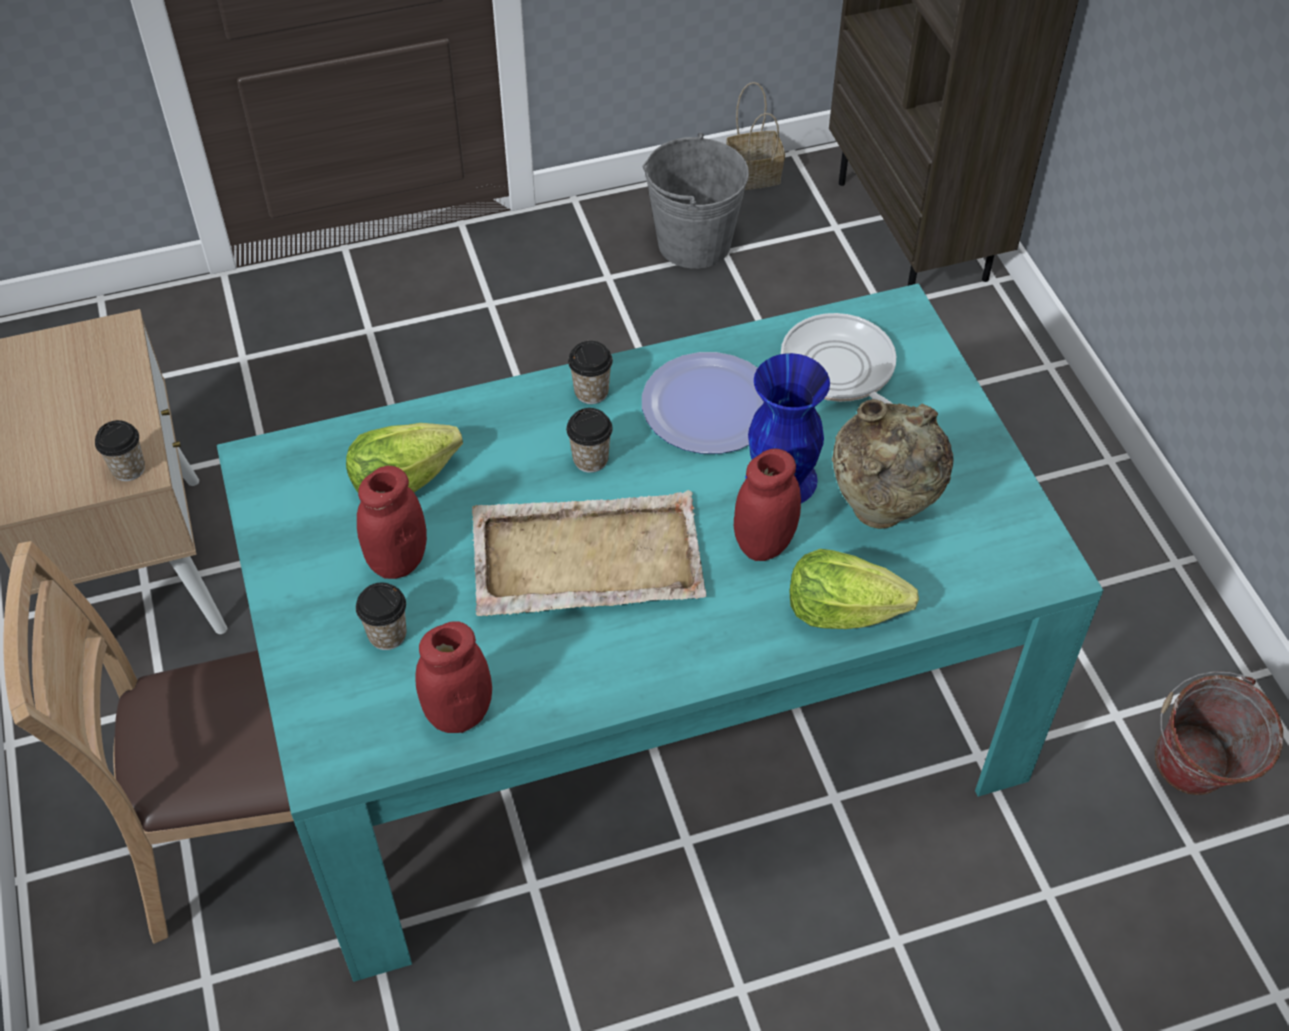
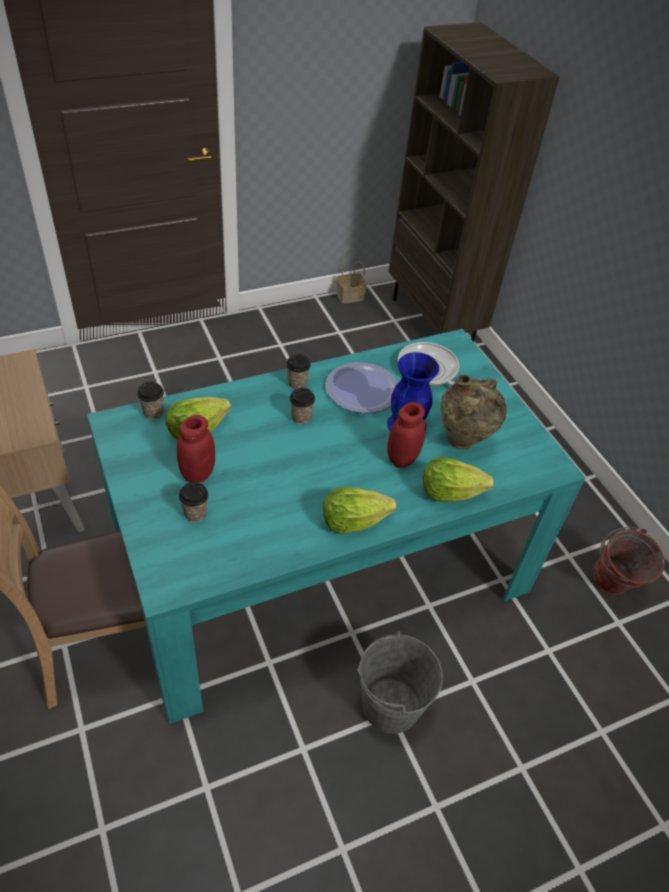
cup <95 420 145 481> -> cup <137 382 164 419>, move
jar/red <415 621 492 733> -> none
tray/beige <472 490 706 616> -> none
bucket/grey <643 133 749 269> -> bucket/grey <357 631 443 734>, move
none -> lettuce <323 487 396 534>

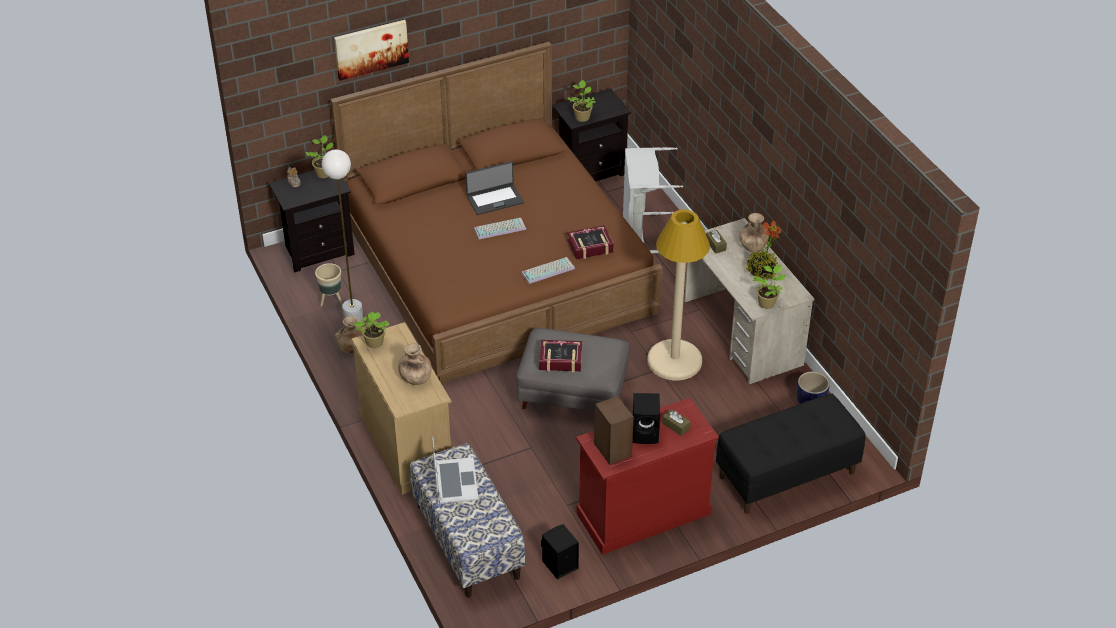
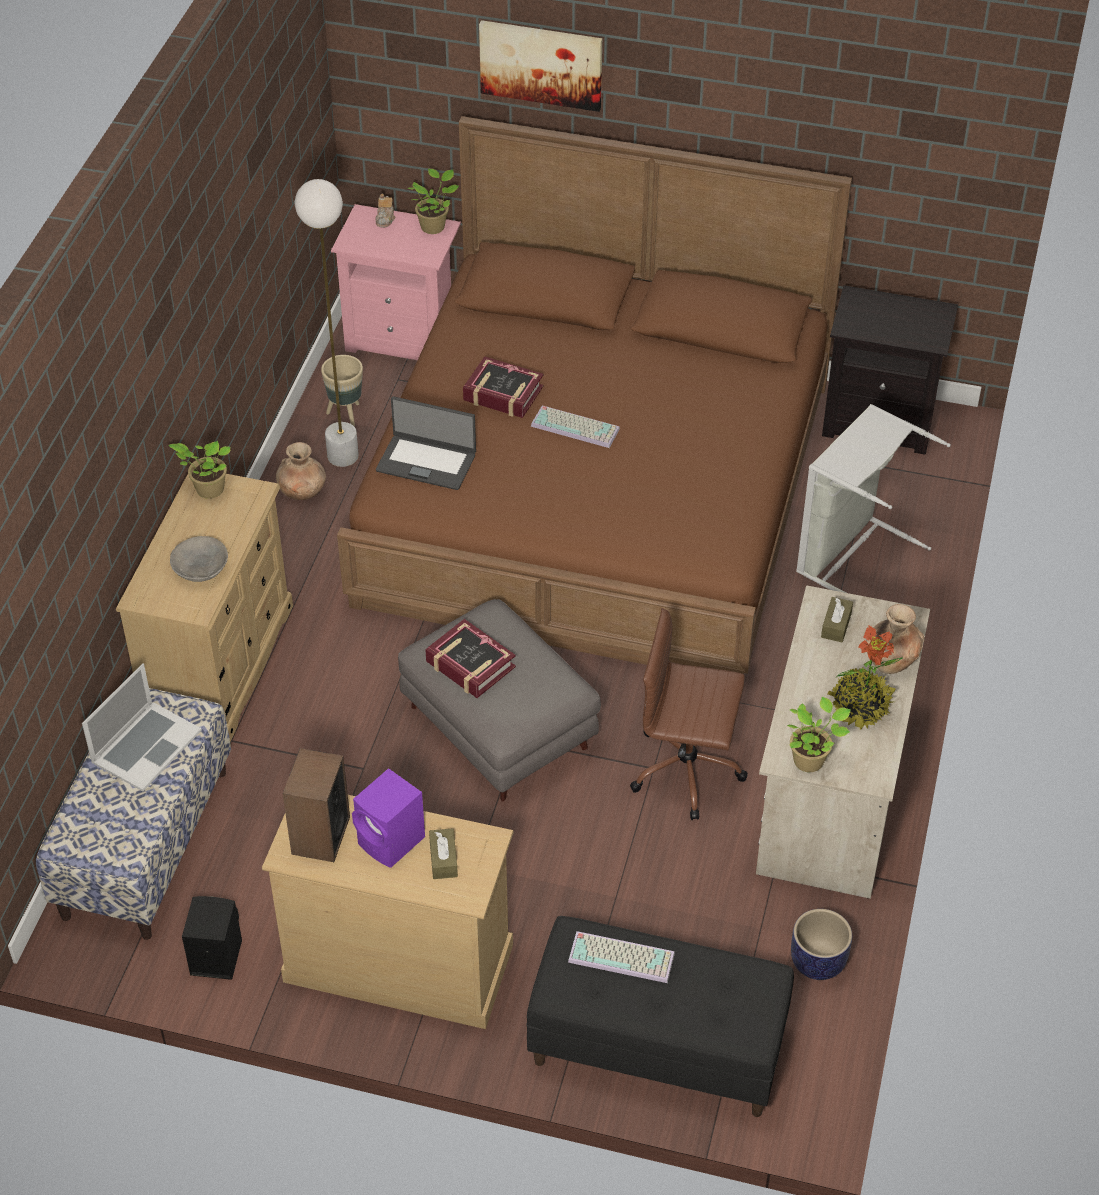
nightstand/black <269 170 355 273> -> nightstand/pink <331 204 461 360>
vase/brown <398 343 432 385> -> bowl/grey <170 536 228 582>
laptop <466 161 524 215> -> laptop <376 396 476 490>, move
keyboard <521 257 575 284> -> keyboard <568 931 675 983>, move
book <567 225 614 259> -> book <463 356 543 418>, move
potted plant <568 80 596 122> -> none
dresser/red <576 398 719 555> -> dresser/beige <262 795 514 1029>
speaker/black <633 393 660 444> -> speaker/purple <352 768 425 868>
floor lamp/beige <647 209 710 380> -> office chair/brown <630 608 748 820>

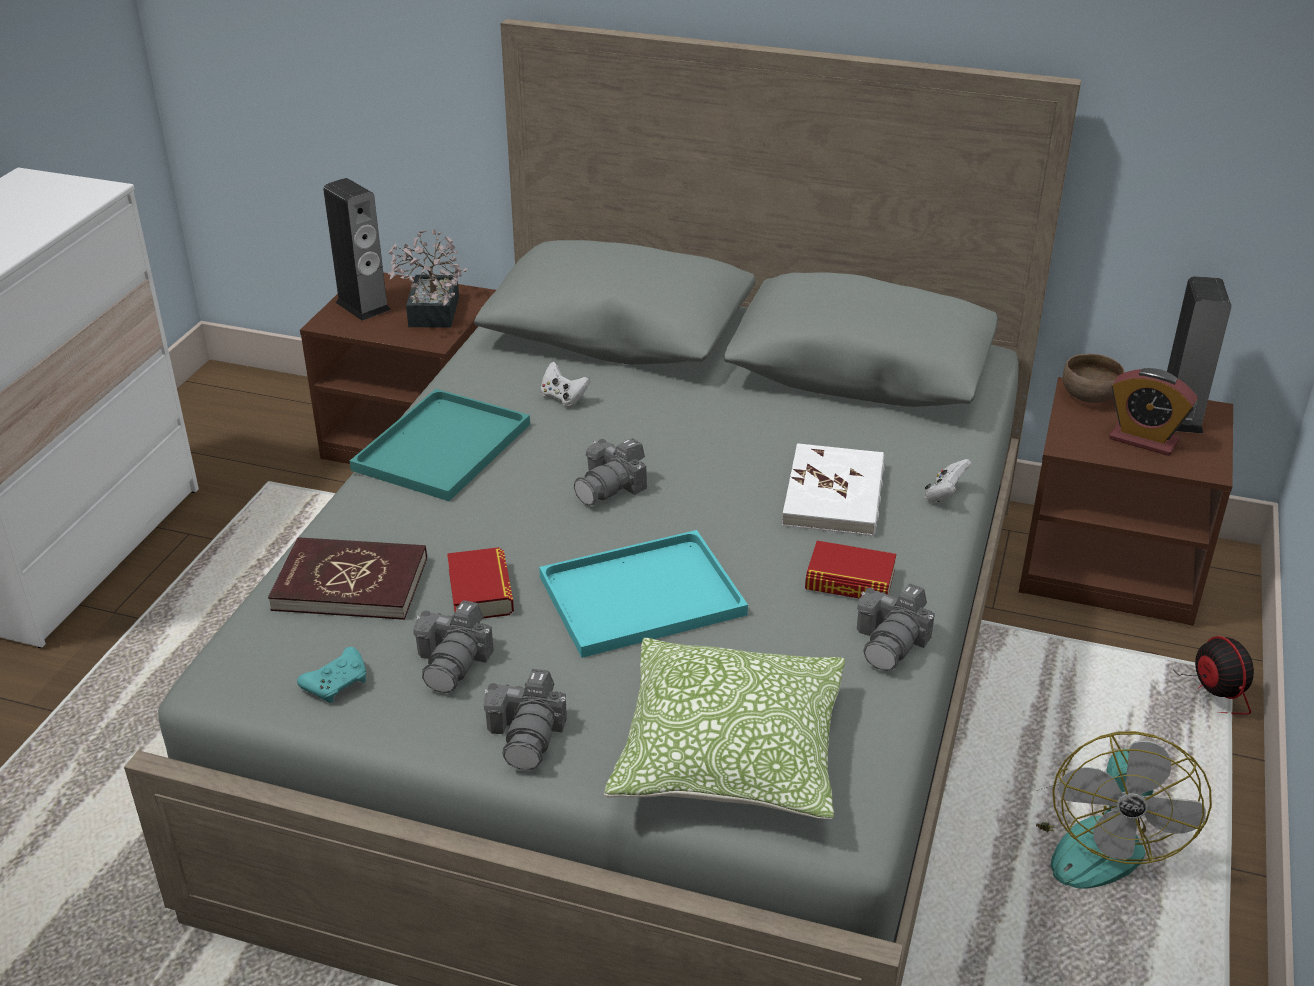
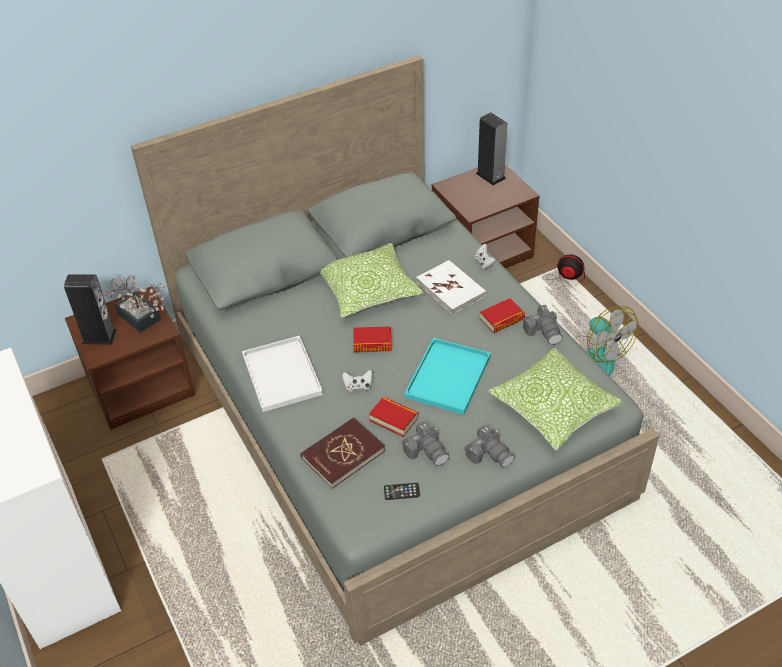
game controller/turquoise <297 647 366 703> -> phone <384 483 420 500>
tray/turquoise <350 389 530 501> -> tray/white <242 335 323 412>
game controller/white <541 362 590 407> -> game controller/white <342 370 372 392>, move
photo camera <574 438 647 506> -> book <353 326 392 352>
bowl/brown <1063 354 1125 403> -> none
alarm clock <1109 368 1198 456> -> none
none -> pillow <320 243 423 318>

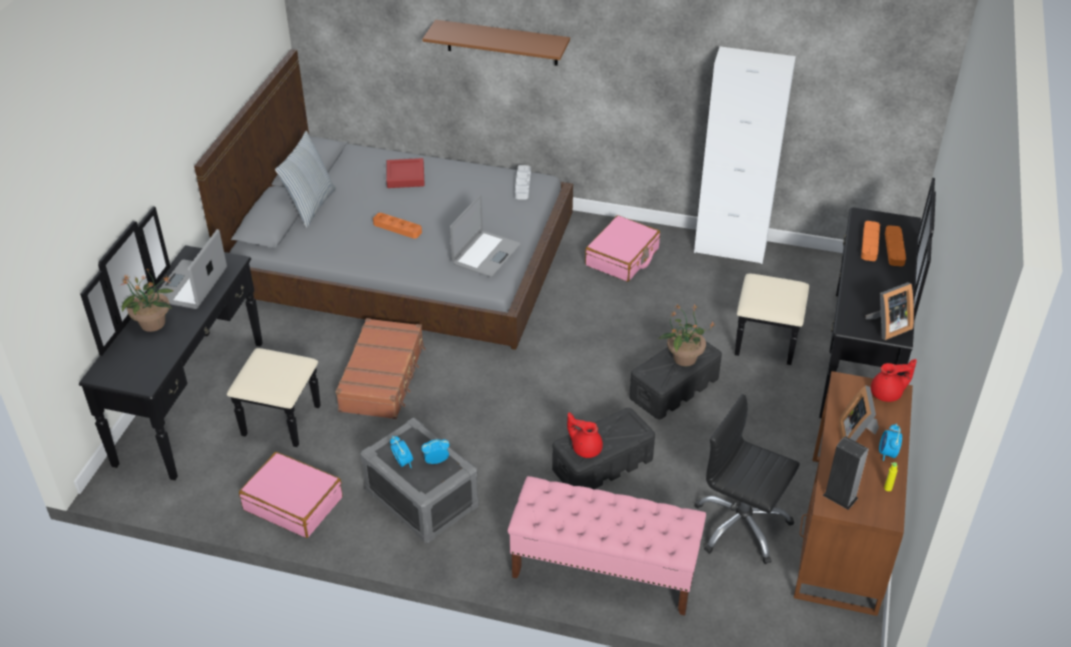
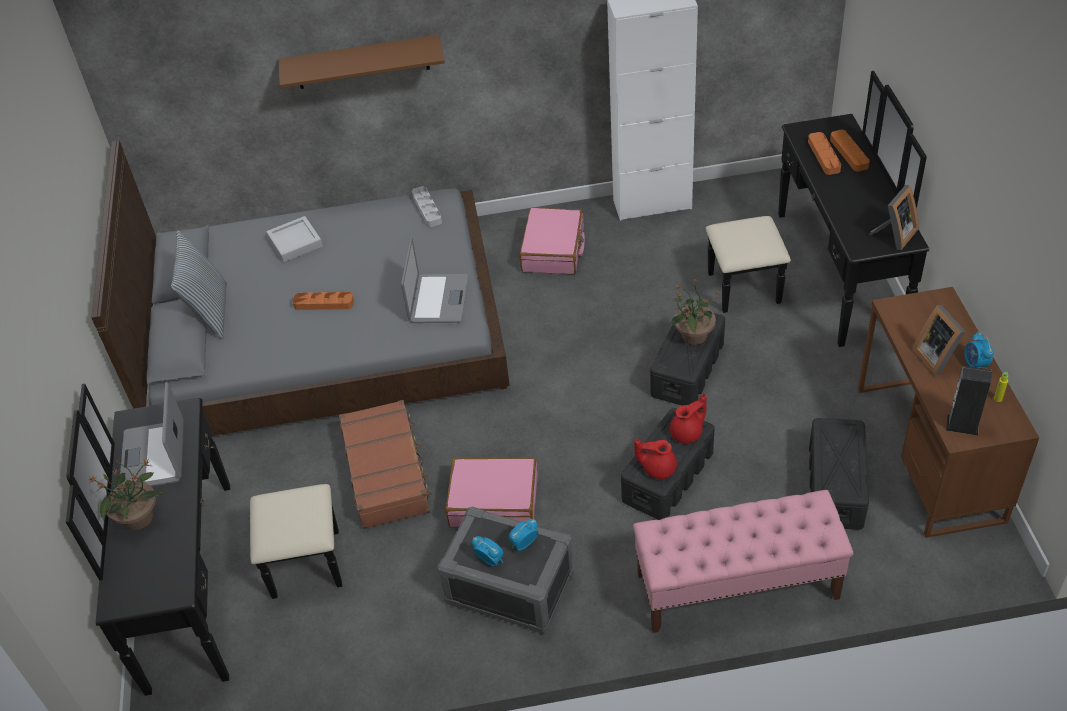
suitcase/pink <239 452 342 538> -> suitcase/pink <446 458 538 528>, move
tray/red <387 158 425 188> -> tray/grey <266 216 323 262>
office chair/black <694 394 800 564> -> storage box/black <809 418 869 530>
teapot/red <871 359 917 402> -> teapot/red <670 393 707 443>, move

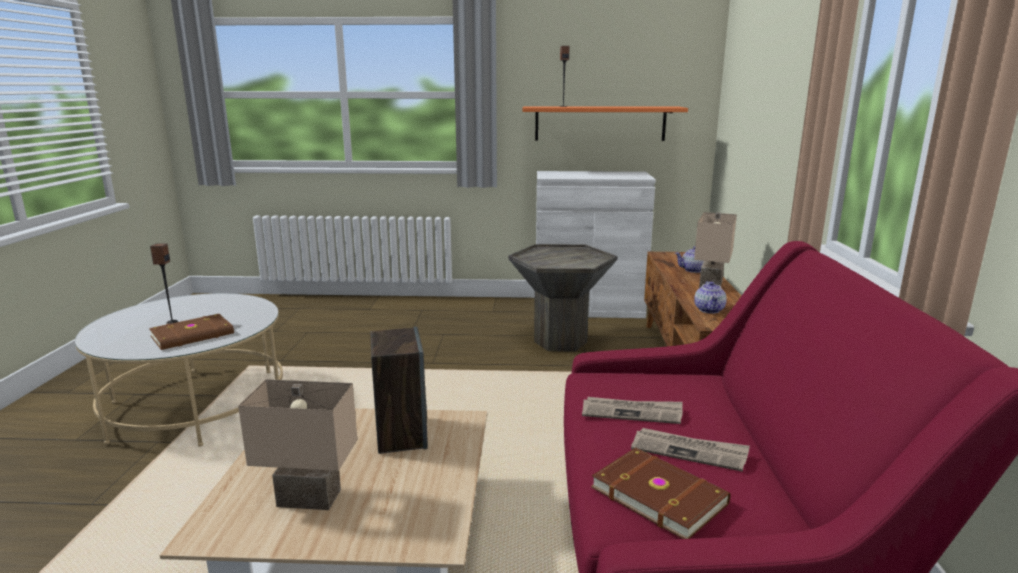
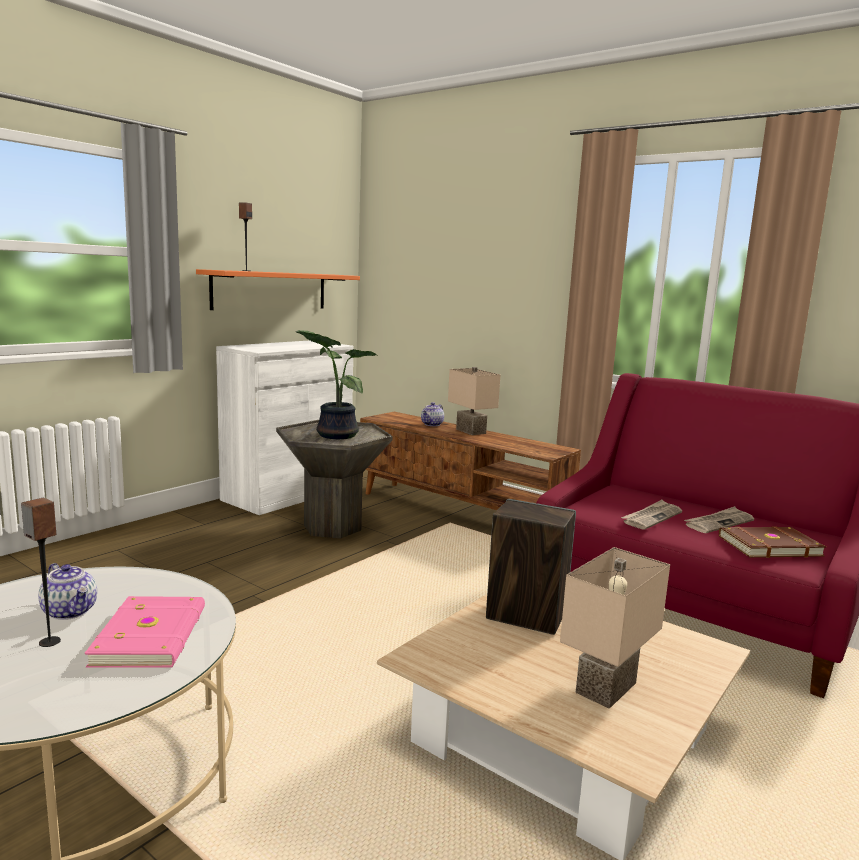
book/brown <149 314 234 350> -> book/pink <85 596 205 668>
teapot <694 281 727 313> -> teapot <38 563 97 620>, move
none -> potted plant <296 330 376 439>

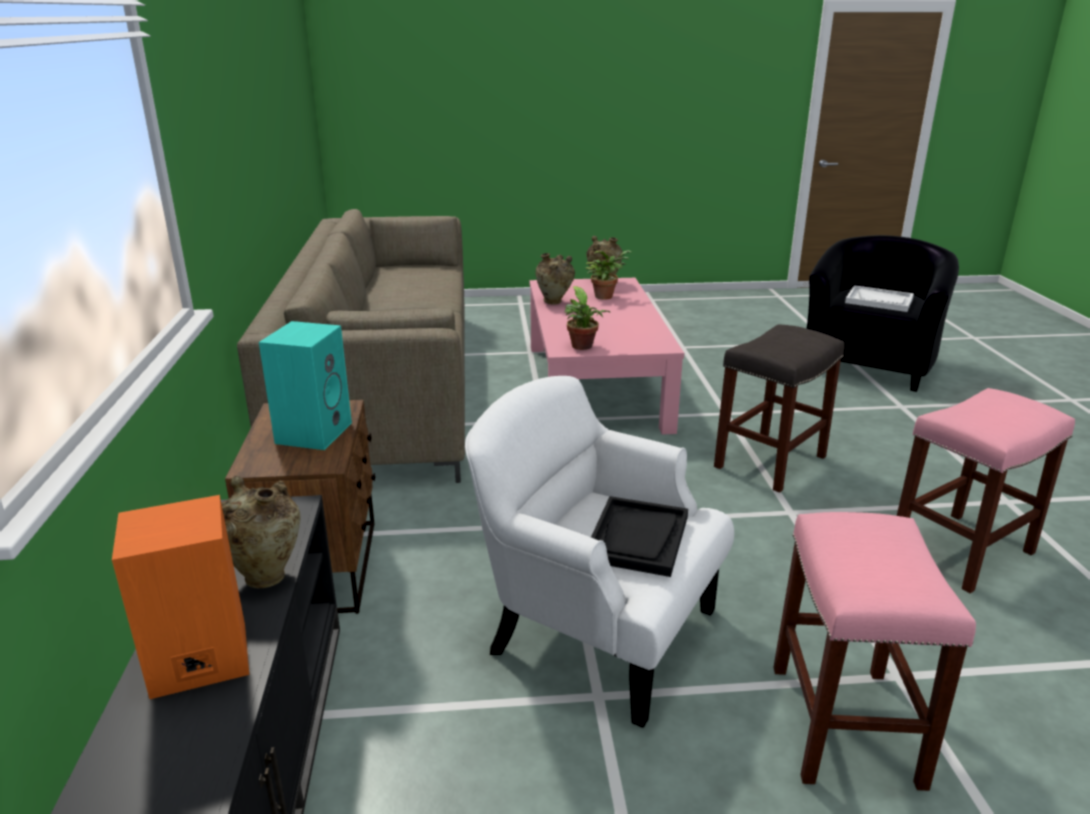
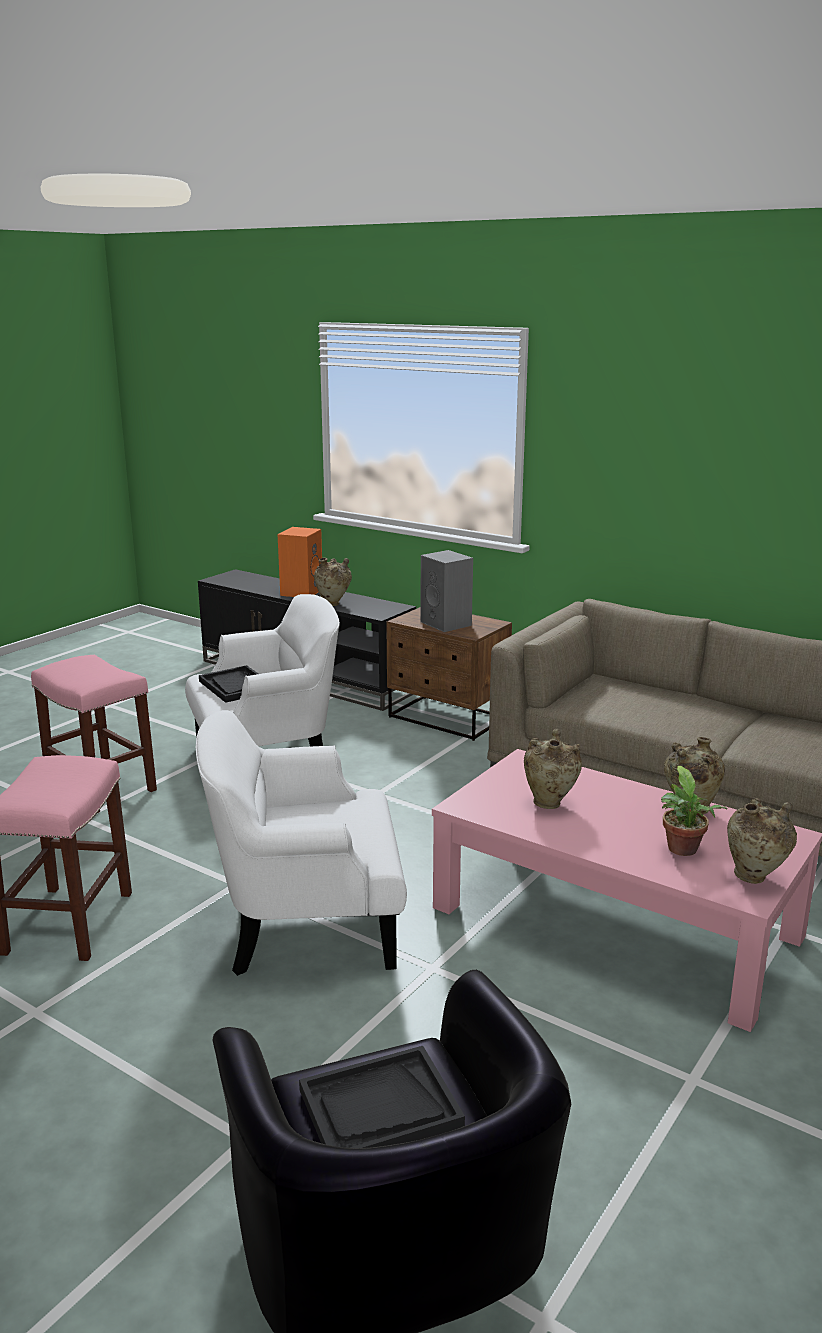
speaker/turquoise <259 321 352 450> -> speaker/grey <420 550 473 632>
potted plant <564 286 611 350> -> none
stool/grey <714 324 845 493> -> armchair/white <196 710 407 976>
tray/white <845 285 914 312> -> tray/black <299 1046 465 1148>
none -> vase/beige <524 729 582 809>

